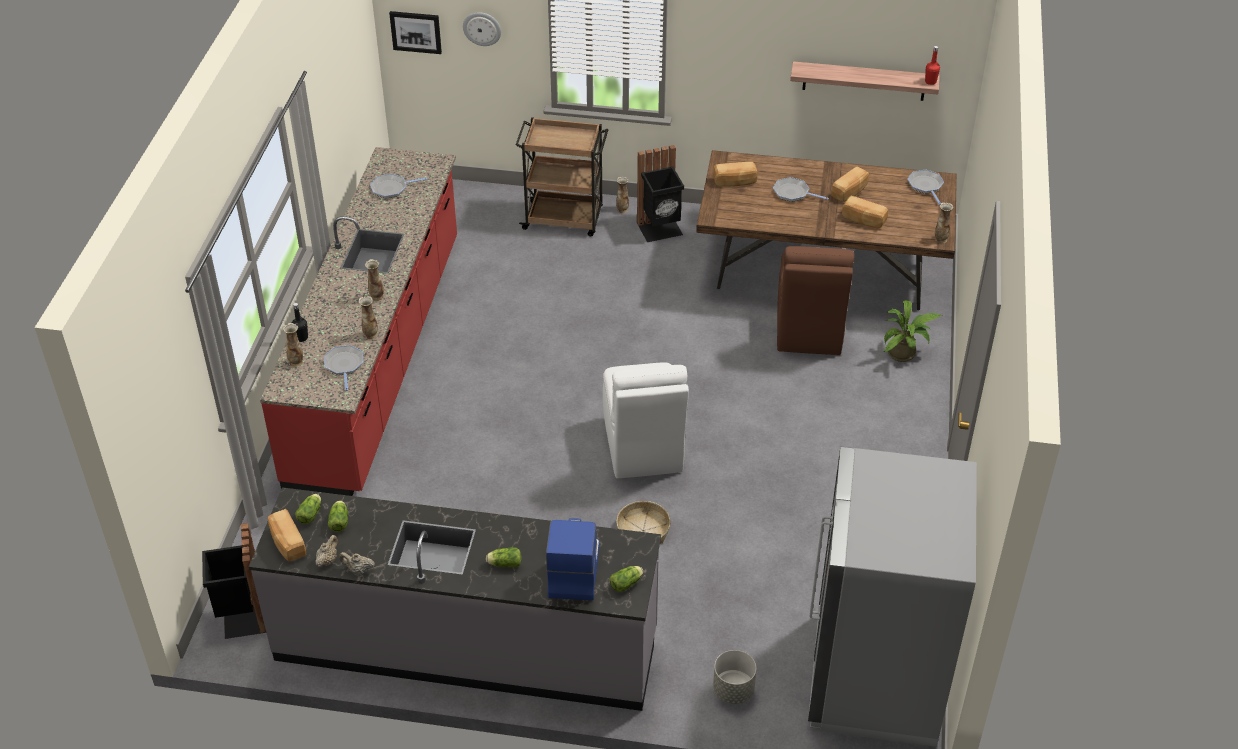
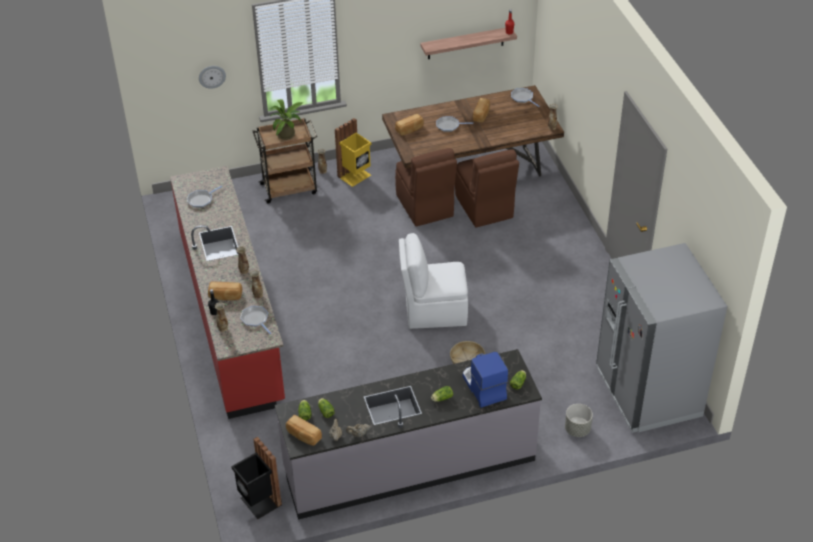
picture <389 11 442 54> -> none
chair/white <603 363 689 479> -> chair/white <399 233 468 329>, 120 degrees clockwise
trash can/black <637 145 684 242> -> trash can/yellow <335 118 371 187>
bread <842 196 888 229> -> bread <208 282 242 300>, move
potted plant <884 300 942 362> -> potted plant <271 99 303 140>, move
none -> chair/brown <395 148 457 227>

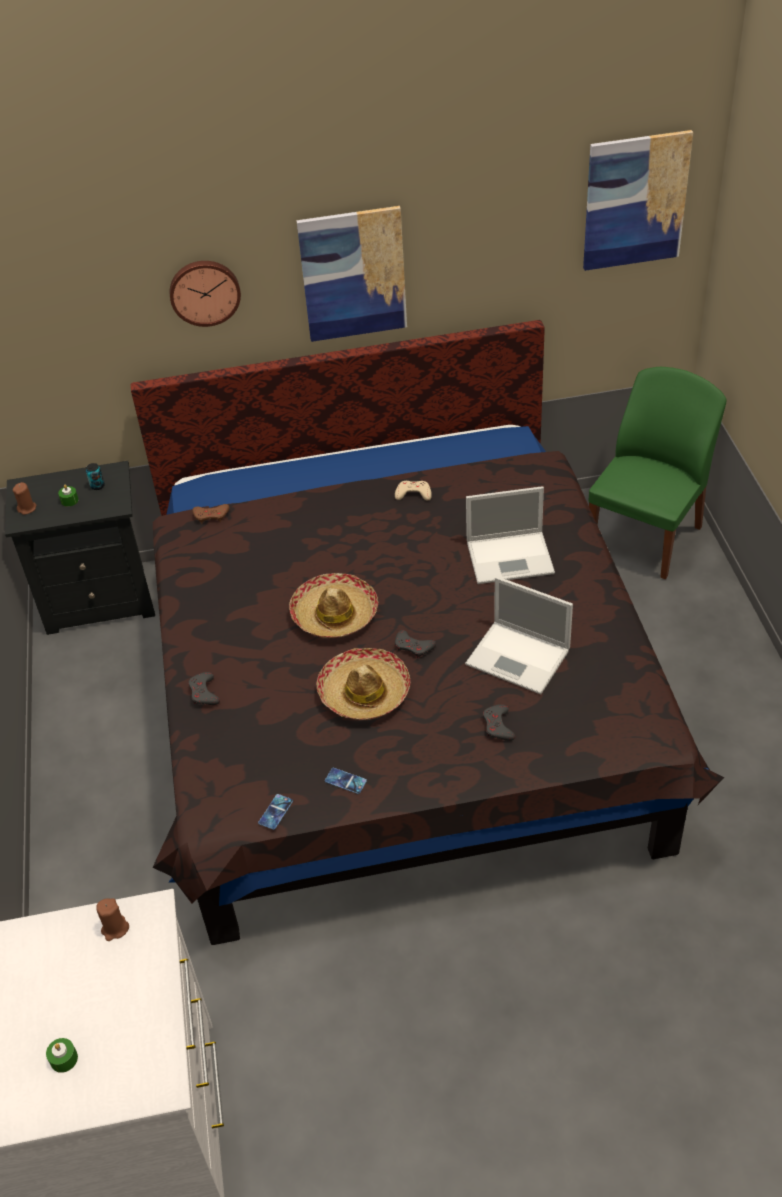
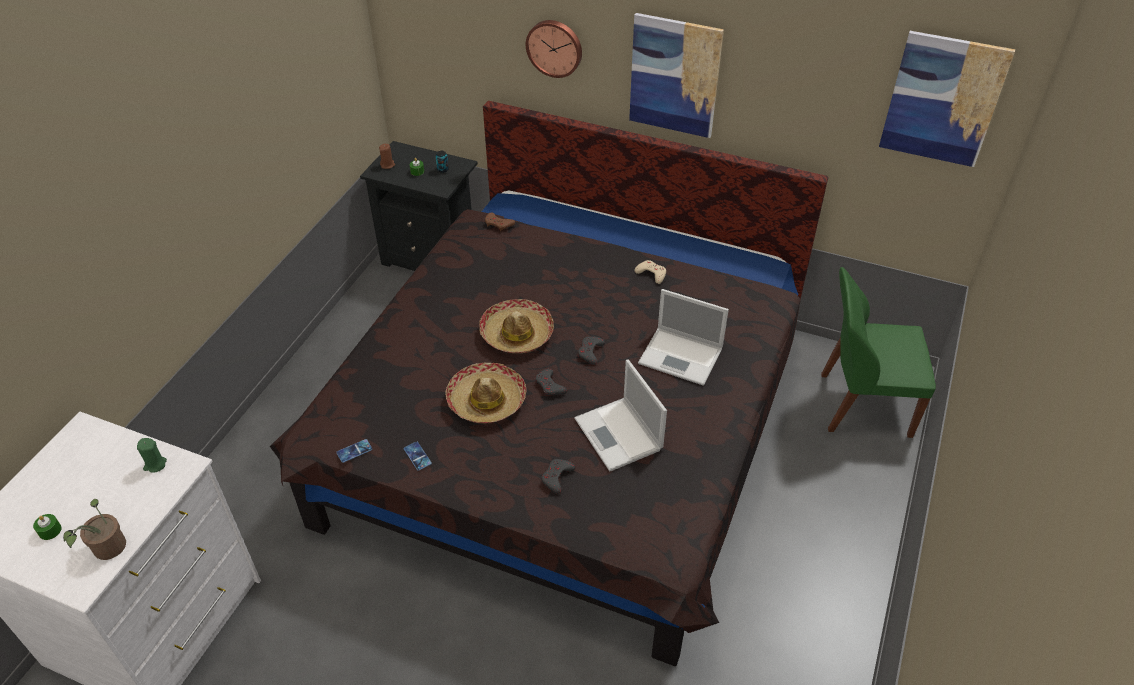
candle/brown <96 898 129 941> -> candle/green <137 438 167 473>
game controller/grey <188 672 220 705> -> game controller/grey <578 337 605 365>, move
chair/green <589 367 727 579> -> chair/green <821 267 936 438>, 150 degrees counterclockwise
none -> potted plant <63 499 126 560>

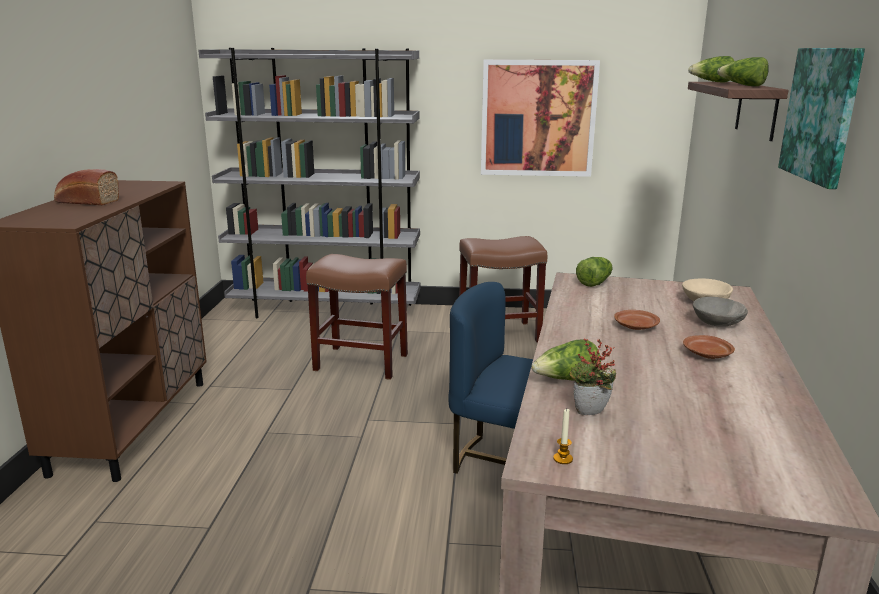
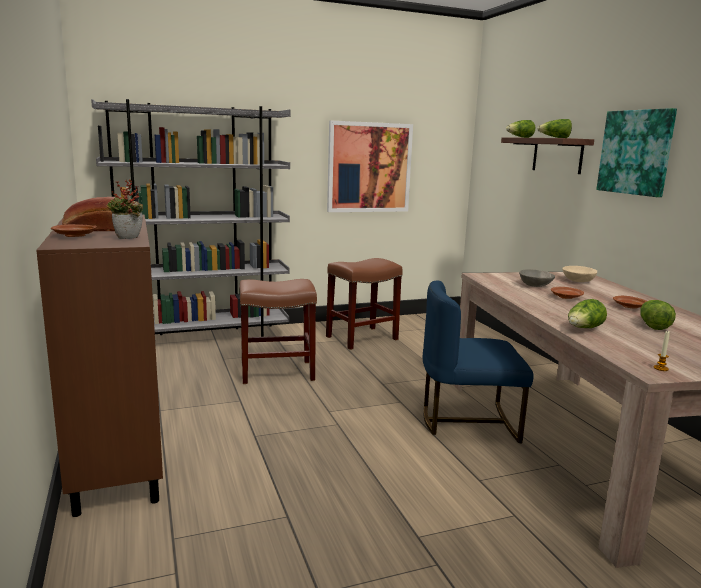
potted plant <570 339 616 415> -> potted plant <106 179 143 239>, move
lettuce <576 257 613 287> -> lettuce <640 300 676 330>, move
bowl/grey <693 297 748 327> -> bowl/grey <519 269 555 287>, move
none -> plate/brown <51 224 97 237>

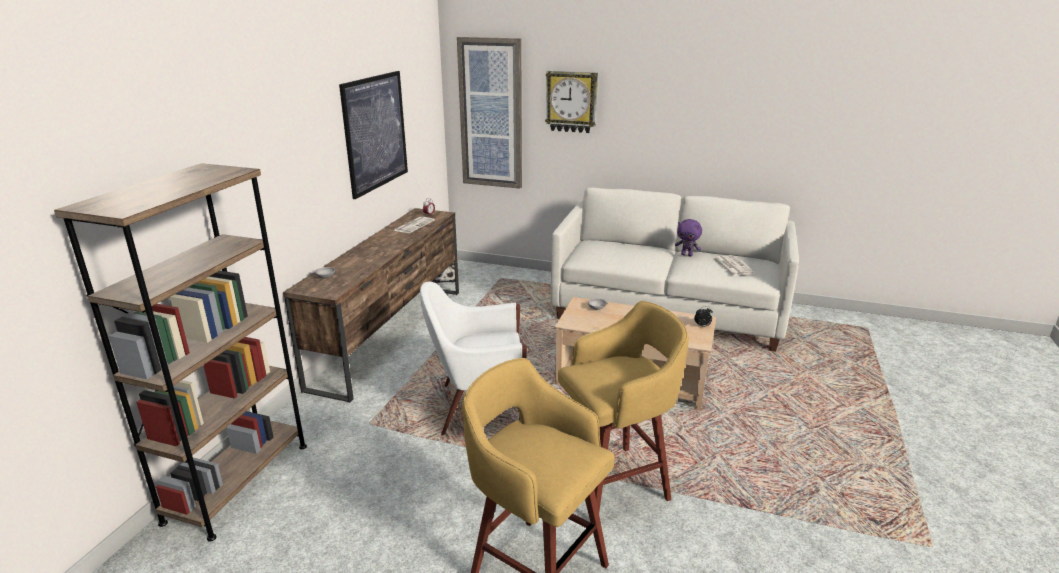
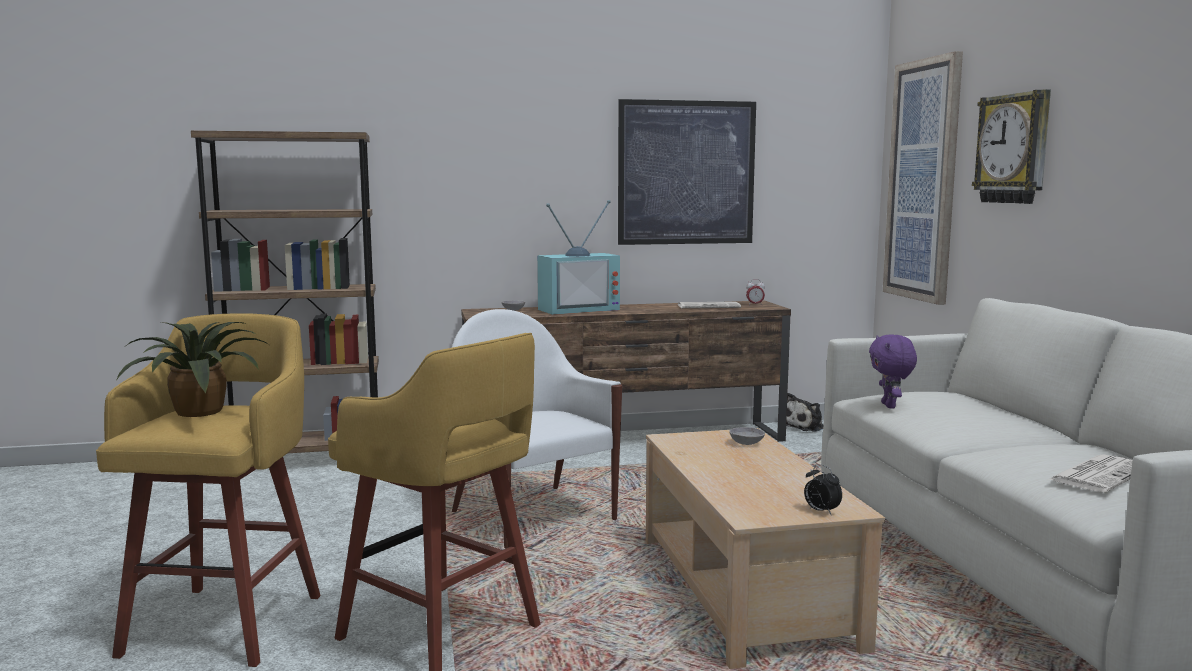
plush toy/purple <675 219 702 257> -> plush toy/purple <869 334 917 408>, move
none -> potted plant <117 322 269 417>
none -> television <537 200 620 315>

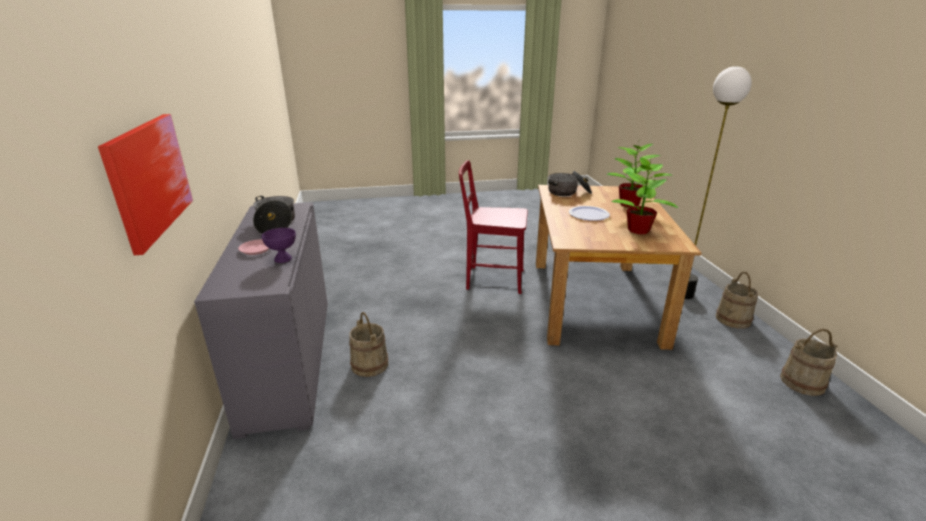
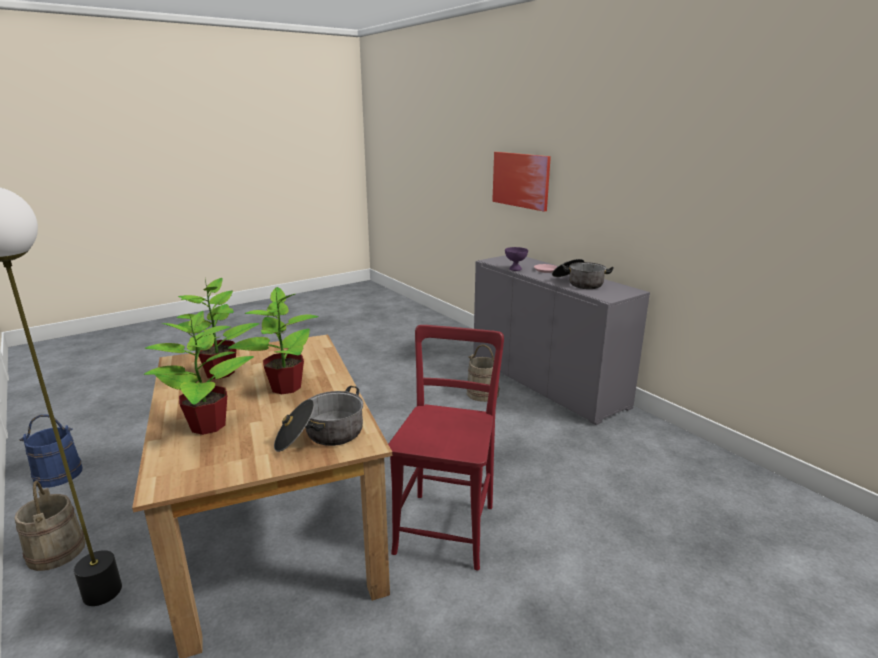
chair/red <459 160 528 294> -> chair/red <388 325 504 570>, 60 degrees counterclockwise
plate <569 206 610 221> -> potted plant <228 287 318 394>
bucket/beige <780 329 838 396> -> bucket/blue <19 414 83 488>

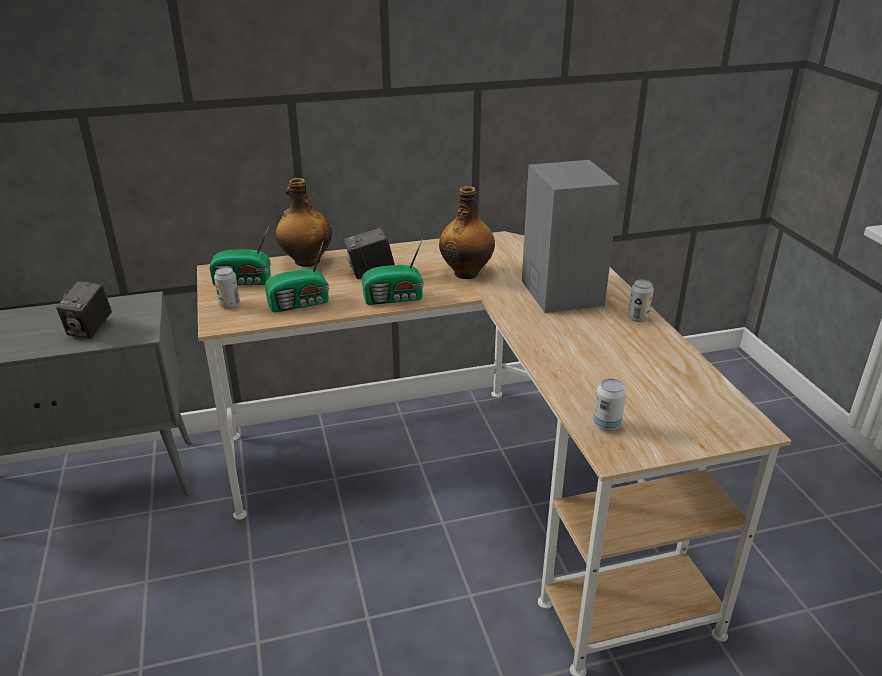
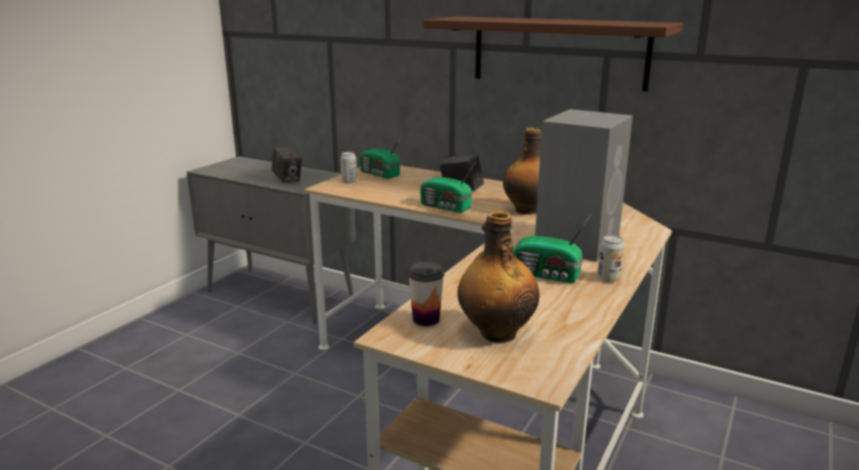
photo camera <56 281 112 339> -> photo camera <272 147 302 183>, 90 degrees counterclockwise
radio <265 240 329 313> -> radio <513 215 591 283>, move
bottle <276 178 332 267> -> bottle <457 211 539 343>, move
can <593 378 626 431> -> cup <408 262 444 326>
none -> shelf/brown <423 16 683 92>

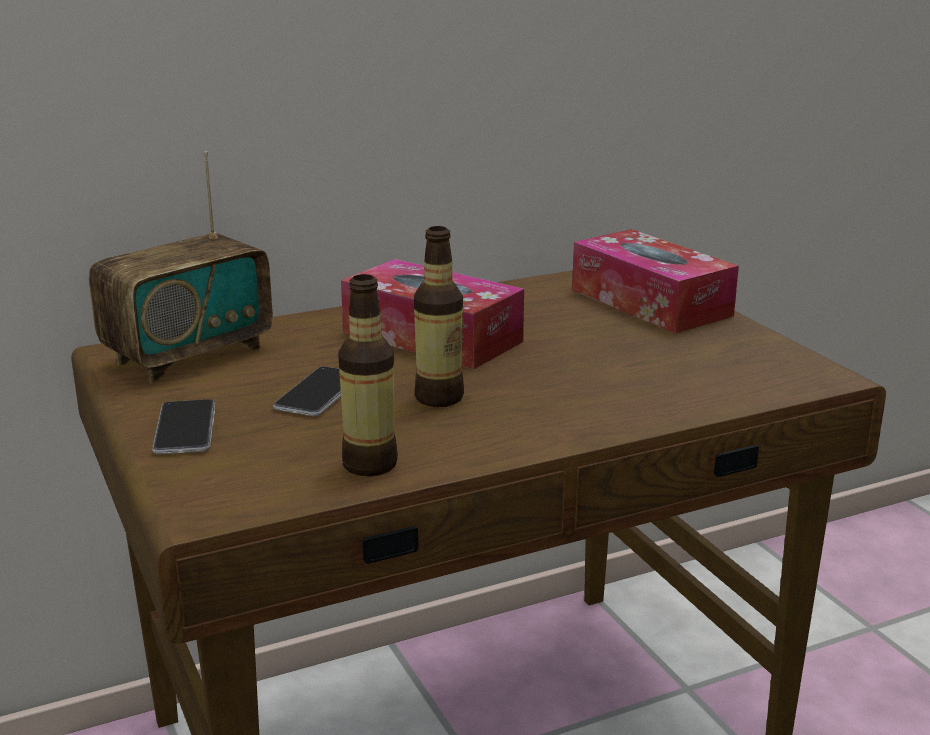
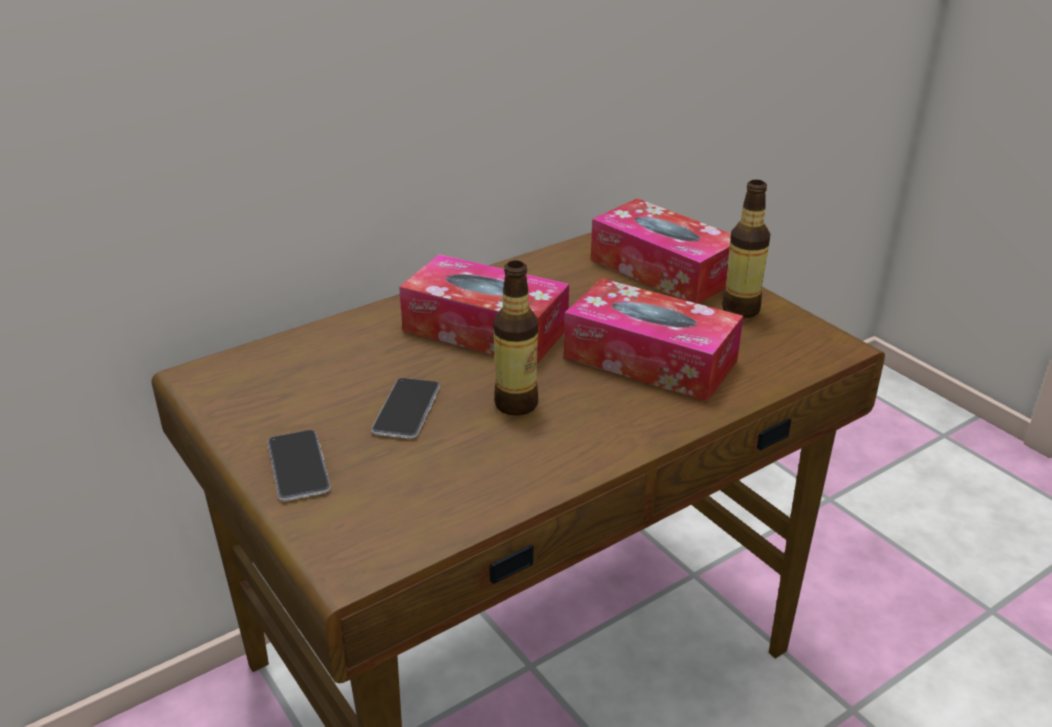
radio <89 152 273 384> -> none
bottle <338 274 398 476> -> bottle <722 180 771 318>, move
none -> tissue box <564 278 743 402>

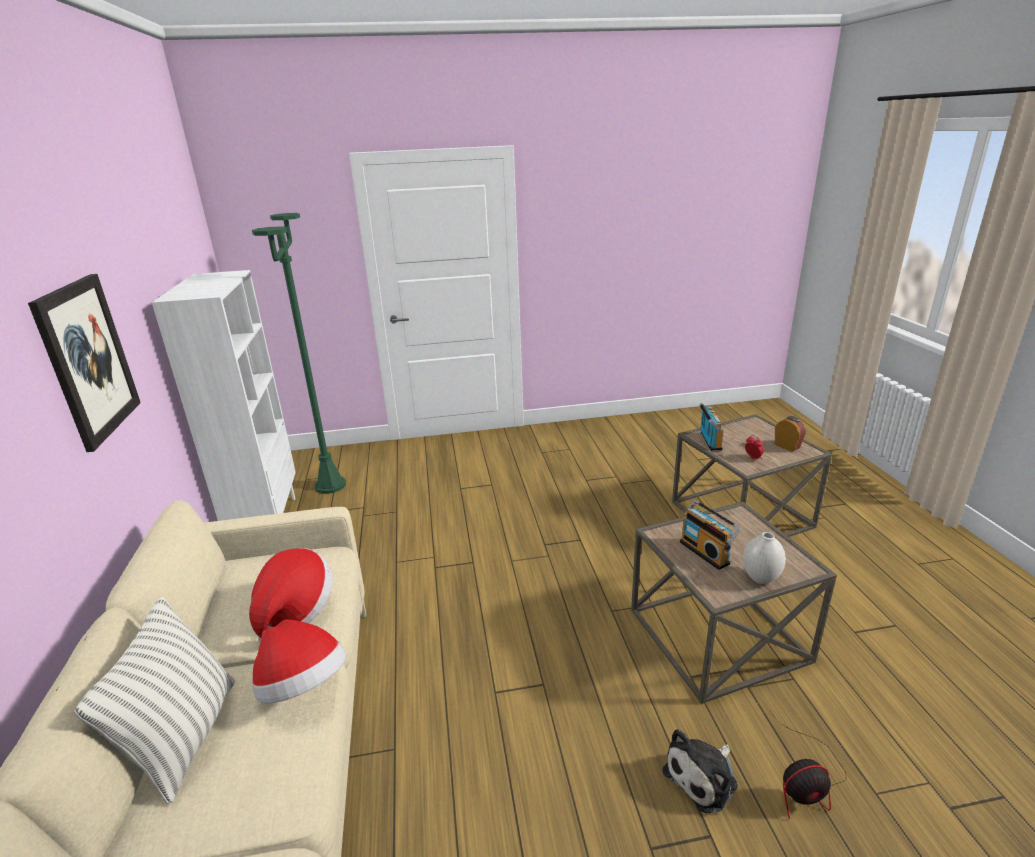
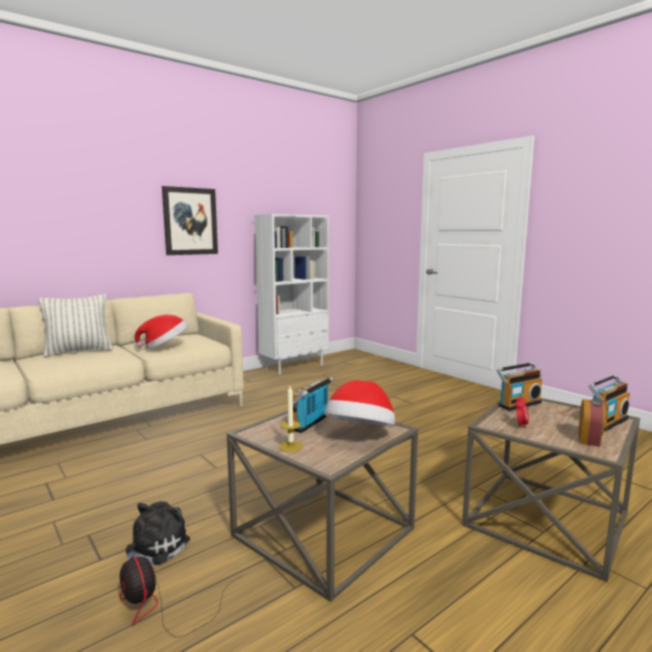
floor lamp/green <252 213 346 494> -> none
hat <252 619 346 703> -> hat <325 380 395 426>, move
plush toy <662 729 738 813> -> plush toy <125 501 190 565>, 90 degrees clockwise
vase/white <743 532 786 584> -> candle <279 386 303 452>
none -> radio <588 375 630 431>

